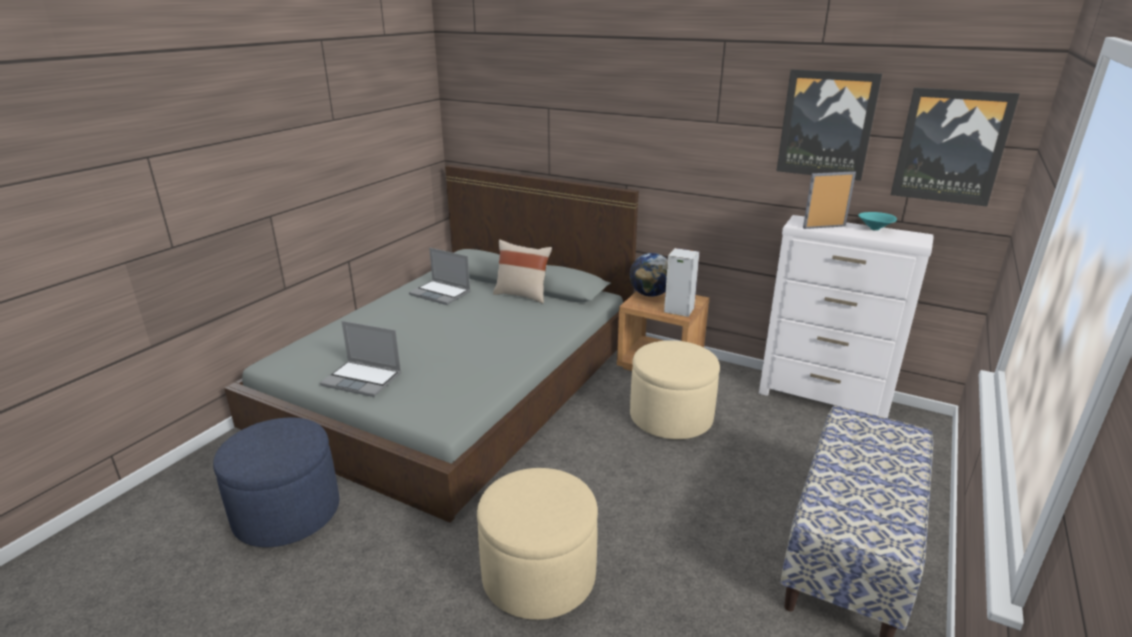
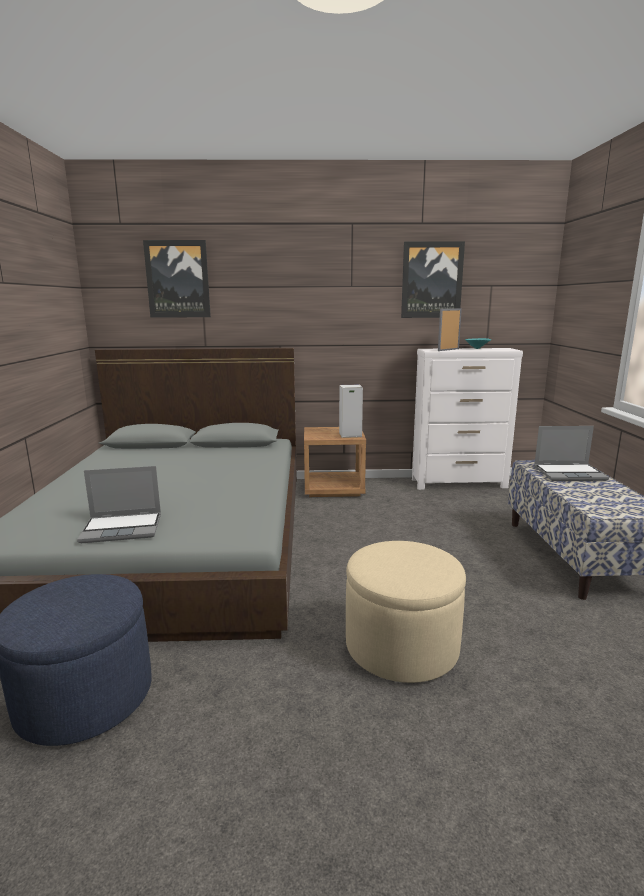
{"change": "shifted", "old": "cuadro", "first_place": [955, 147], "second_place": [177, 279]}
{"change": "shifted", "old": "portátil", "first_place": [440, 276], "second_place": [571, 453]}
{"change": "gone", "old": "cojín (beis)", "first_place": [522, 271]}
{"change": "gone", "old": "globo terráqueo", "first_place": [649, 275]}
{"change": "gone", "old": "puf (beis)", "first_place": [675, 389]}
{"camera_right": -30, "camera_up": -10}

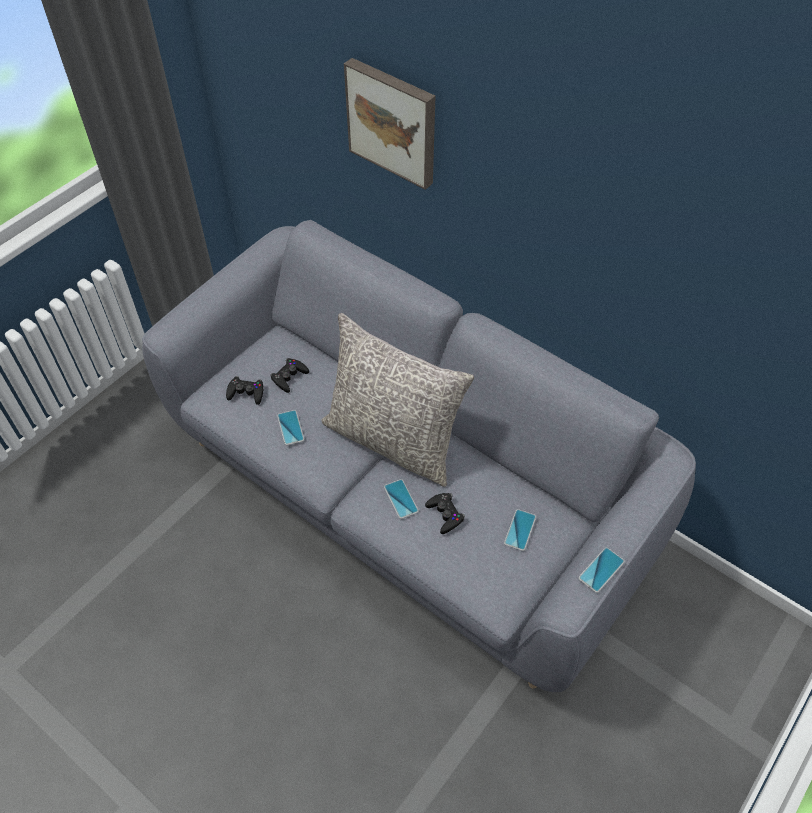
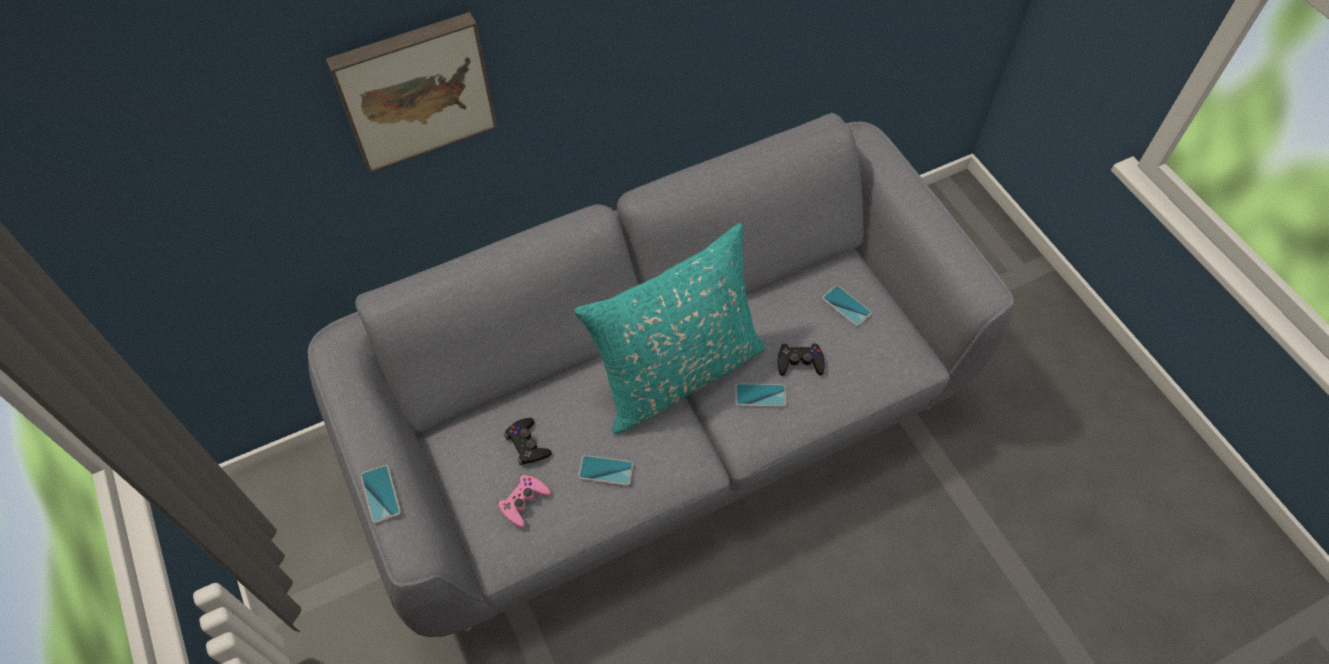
{"change": "shifted", "old": "móvil", "first_place": [601, 570], "second_place": [381, 494]}
{"change": "repainted", "old": "mando de consola (negro)", "new": "mando de consola (rosa)", "first_place": [244, 390], "second_place": [524, 501]}
{"change": "repainted", "old": "cojín (gris)", "new": "cojín (turquesa)", "first_place": [397, 400], "second_place": [670, 328]}
{"camera_right": -65, "camera_up": 5}

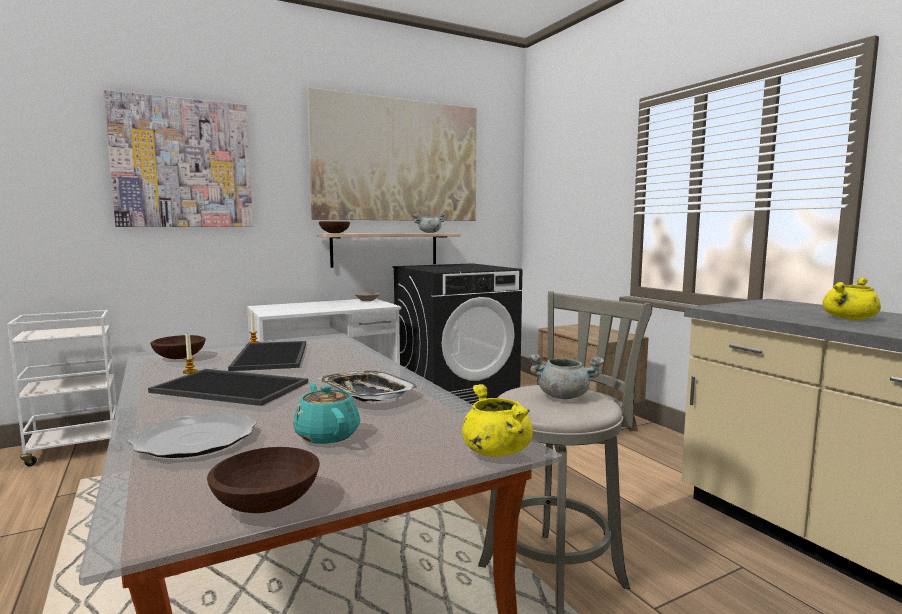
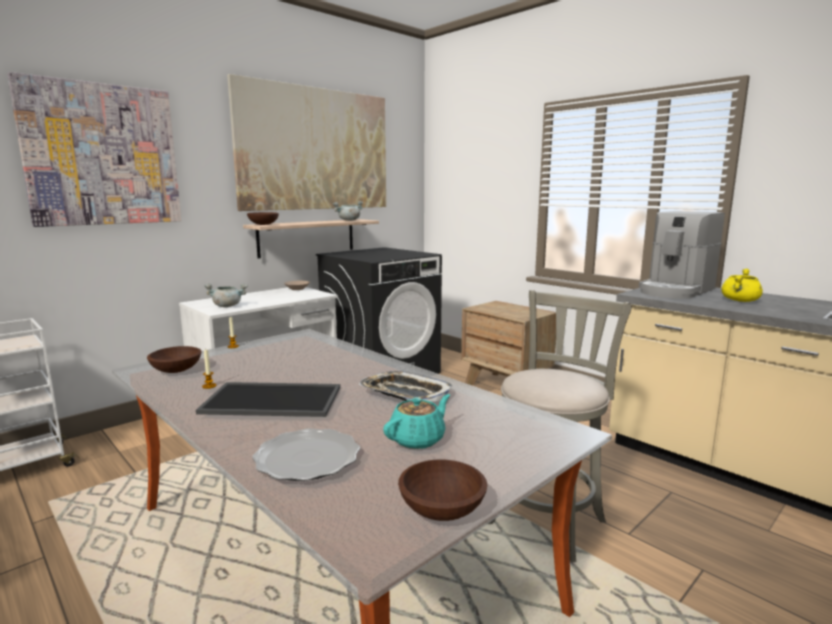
{"change": "shifted", "old": "olla (gris)", "first_place": [566, 376], "second_place": [226, 295]}
{"change": "rotated", "old": "tetera (turquesa)", "first_place": [326, 413], "second_place": [416, 421], "degrees": 90}
{"change": "new", "new": "cafetera", "second_place": [682, 255]}
{"change": "gone", "old": "bandeja", "first_place": [267, 356]}
{"change": "gone", "old": "olla (amarillo)", "first_place": [498, 420]}
{"camera_right": -15, "camera_up": 5}

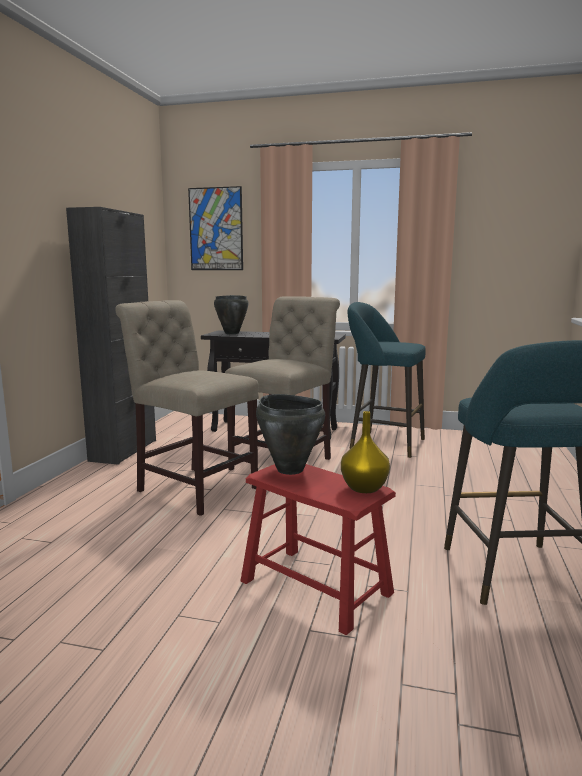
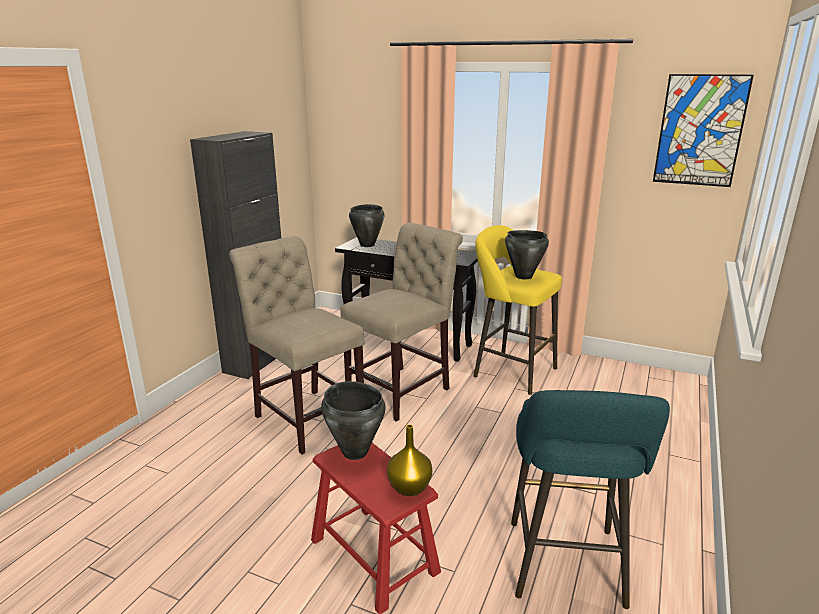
{"change": "repainted", "old": "taburete (turquesa)", "new": "taburete (amarillo)", "first_place": [386, 380], "second_place": [518, 310]}
{"change": "new", "new": "olla (negro)", "second_place": [527, 255]}
{"change": "shifted", "old": "cuadro", "first_place": [215, 228], "second_place": [703, 130]}
{"camera_right": 10, "camera_up": 10}

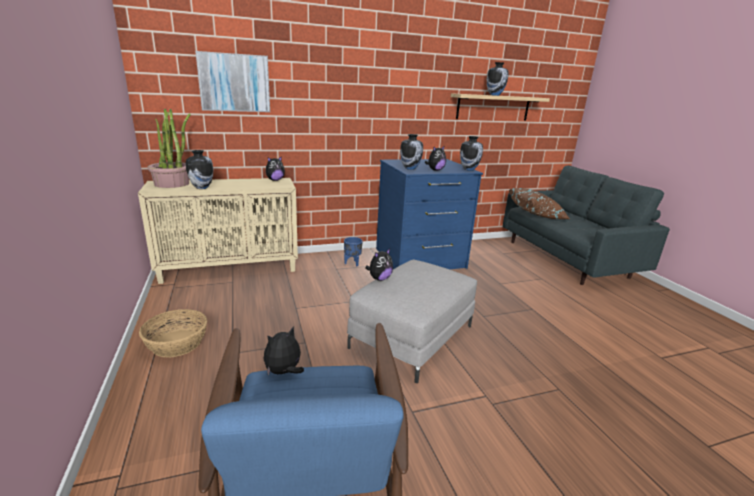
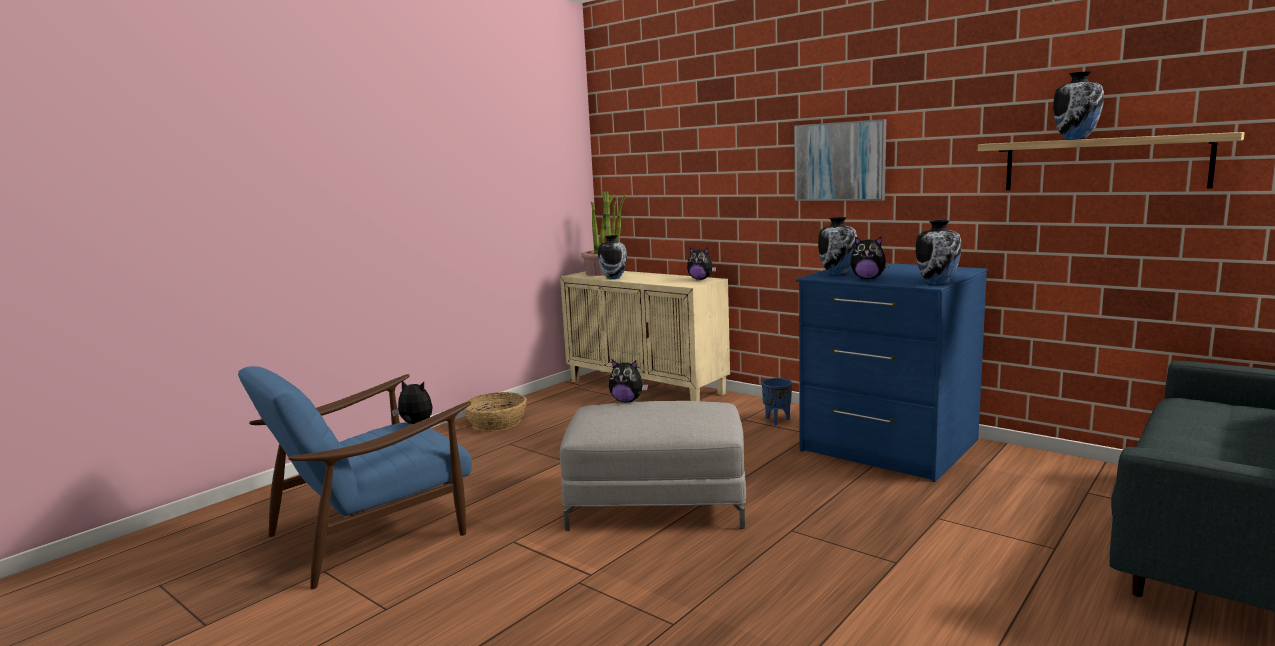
{"change": "shifted", "old": "cuadro", "first_place": [232, 81], "second_place": [840, 160]}
{"change": "gone", "old": "cojín (marrón)", "first_place": [539, 203]}
{"camera_right": 60, "camera_up": -10}

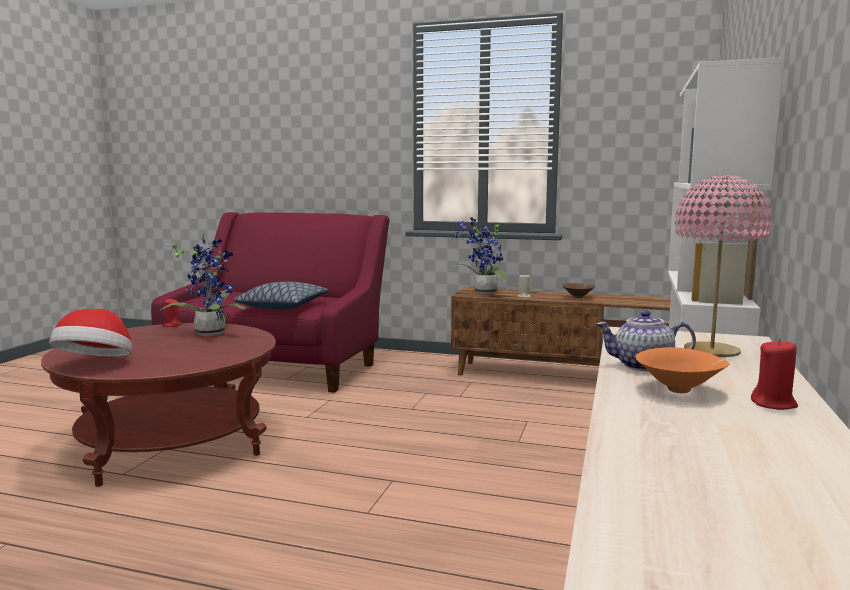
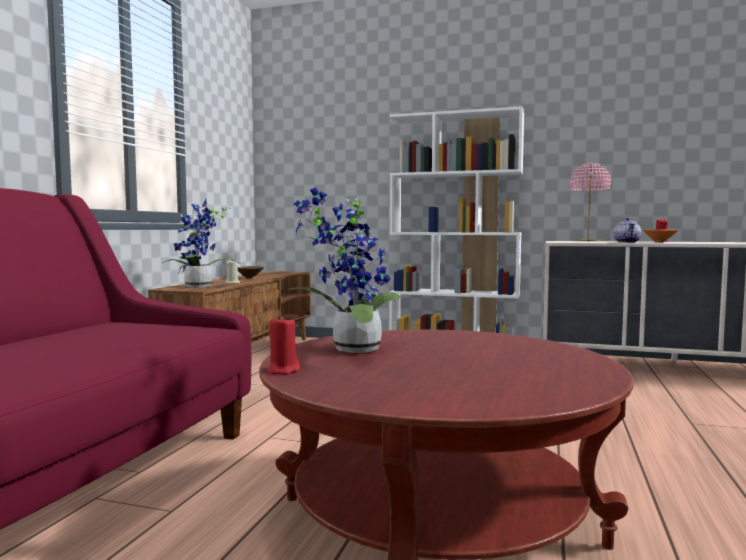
{"change": "gone", "old": "sombrero", "first_place": [90, 333]}
{"change": "gone", "old": "cojín", "first_place": [281, 296]}
{"camera_right": -90, "camera_up": -5}

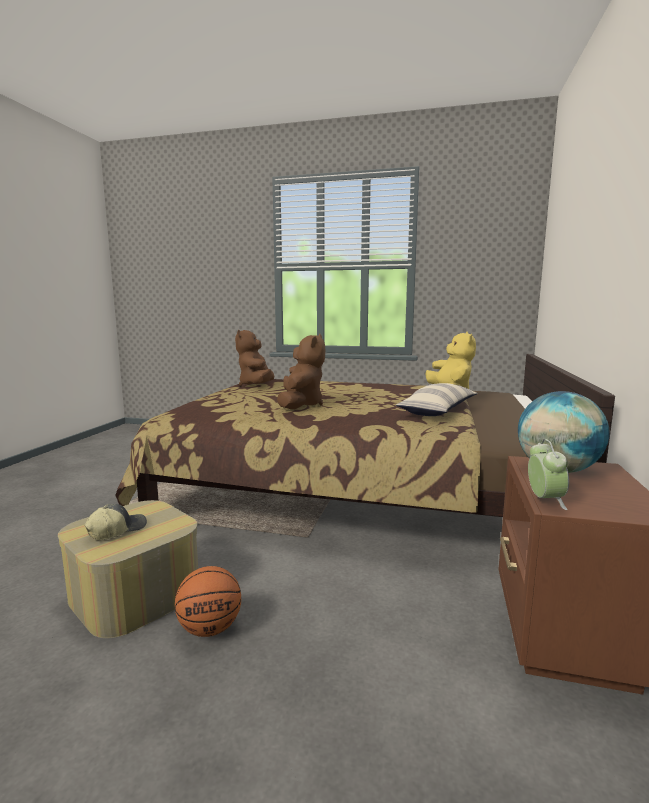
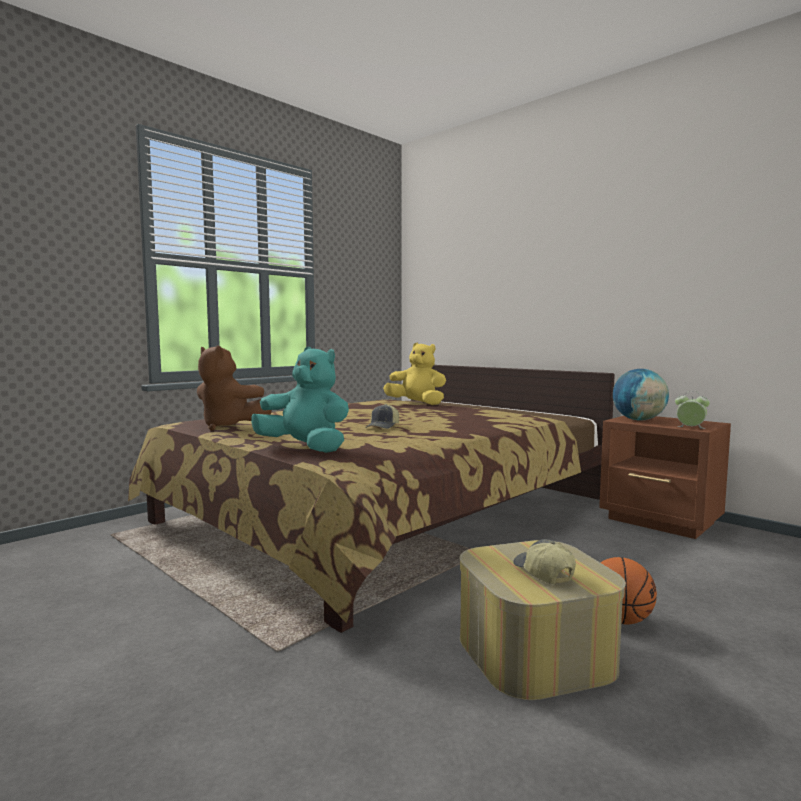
{"change": "new", "new": "peluche (turquesa)", "second_place": [300, 400]}
{"change": "swapped", "old": "peluche (marrón)", "new": "gorra", "first_place": [301, 371], "second_place": [382, 416]}
{"change": "gone", "old": "cojín", "first_place": [436, 399]}
{"camera_right": -60, "camera_up": -5}

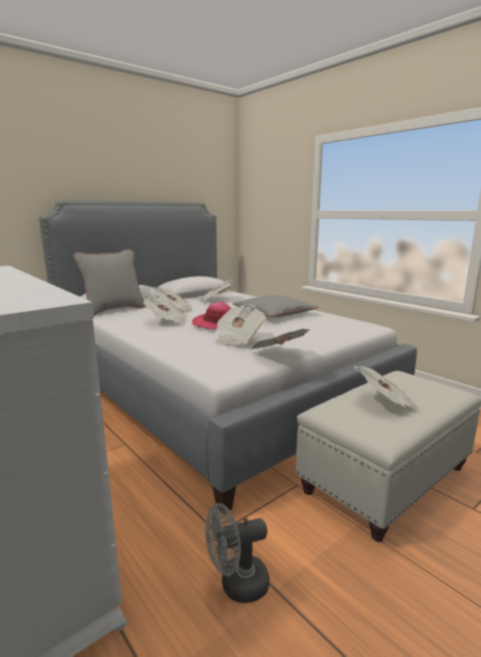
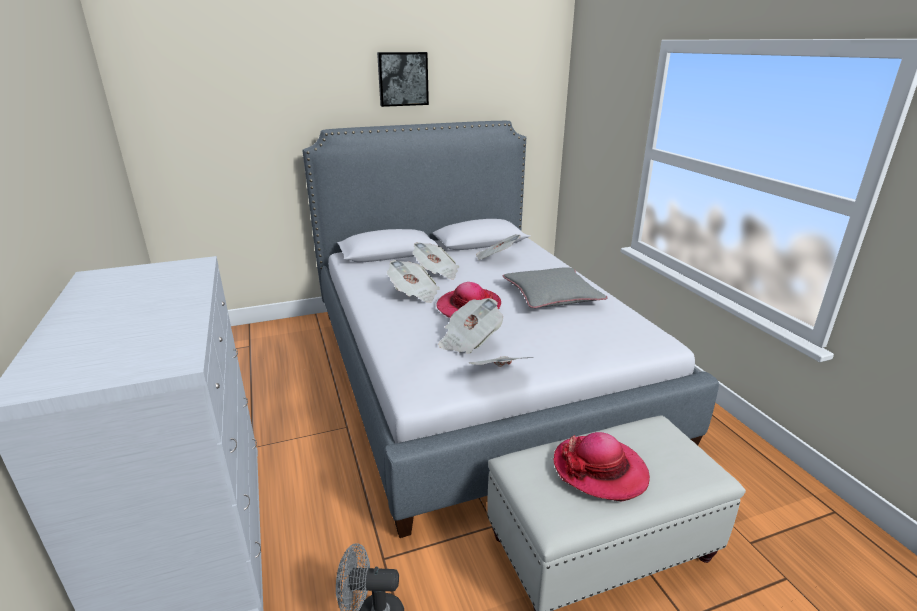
{"change": "new", "new": "cuadro", "second_place": [403, 79]}
{"change": "swapped", "old": "periódico", "new": "sombrero", "first_place": [388, 388], "second_place": [601, 466]}
{"change": "gone", "old": "cojín (gris)", "first_place": [110, 282]}
{"camera_right": 20, "camera_up": 10}

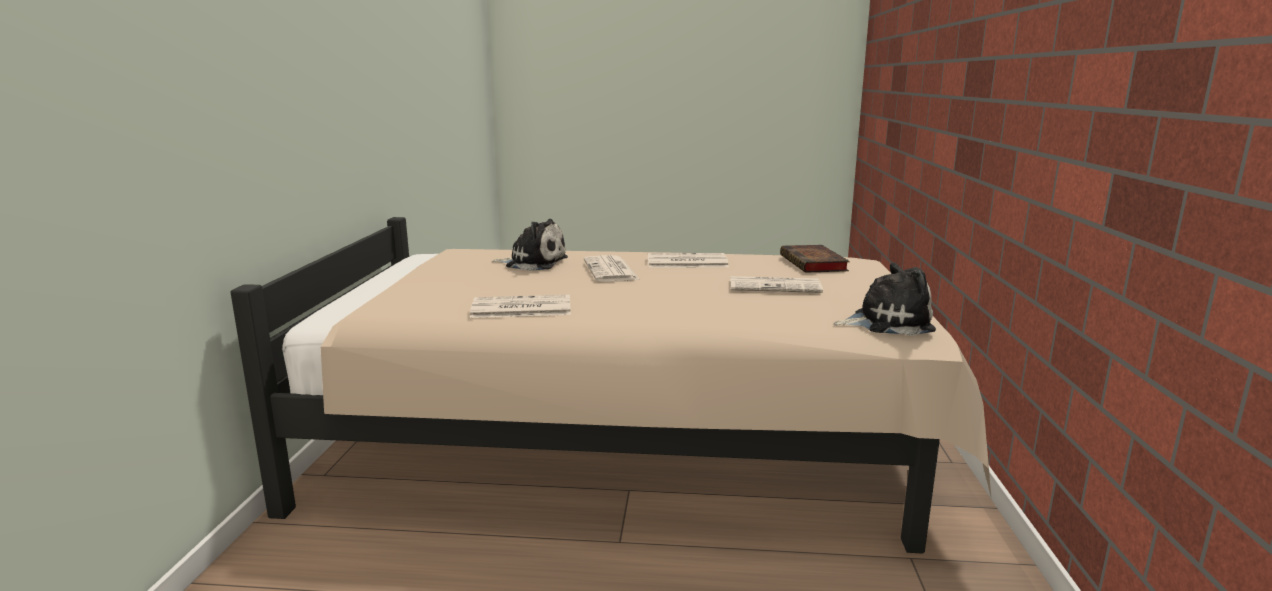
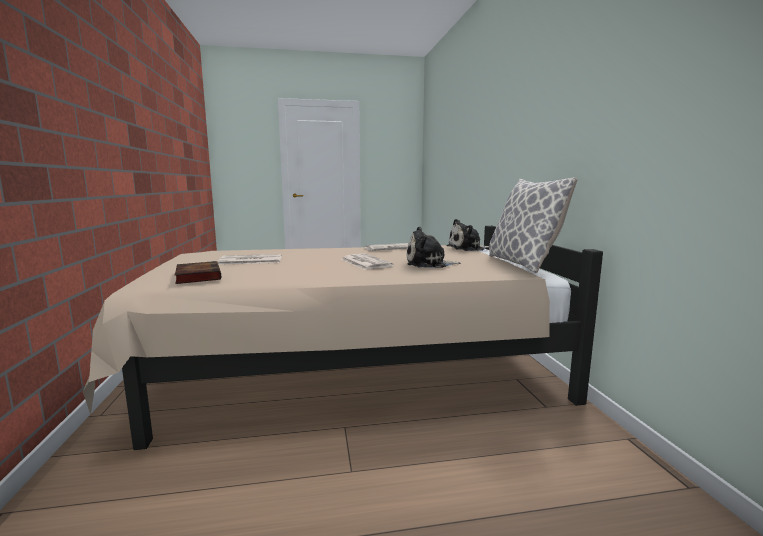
{"change": "shifted", "old": "peluche", "first_place": [884, 299], "second_place": [467, 235]}
{"change": "new", "new": "cojín", "second_place": [533, 225]}
{"change": "gone", "old": "periódico", "first_place": [688, 260]}
{"camera_right": 165, "camera_up": -5}

